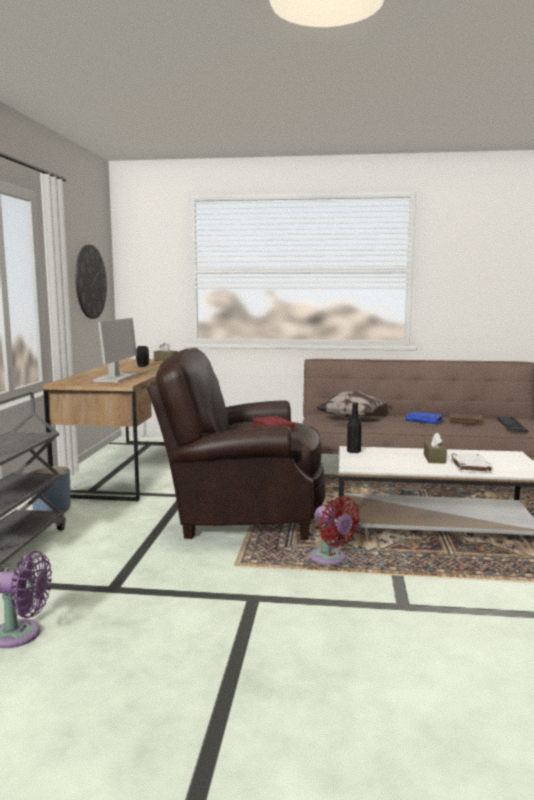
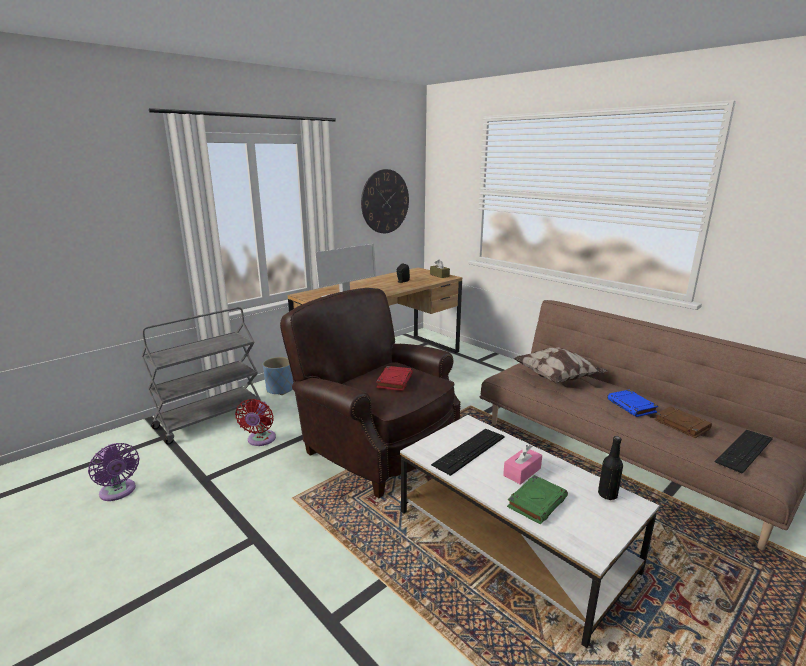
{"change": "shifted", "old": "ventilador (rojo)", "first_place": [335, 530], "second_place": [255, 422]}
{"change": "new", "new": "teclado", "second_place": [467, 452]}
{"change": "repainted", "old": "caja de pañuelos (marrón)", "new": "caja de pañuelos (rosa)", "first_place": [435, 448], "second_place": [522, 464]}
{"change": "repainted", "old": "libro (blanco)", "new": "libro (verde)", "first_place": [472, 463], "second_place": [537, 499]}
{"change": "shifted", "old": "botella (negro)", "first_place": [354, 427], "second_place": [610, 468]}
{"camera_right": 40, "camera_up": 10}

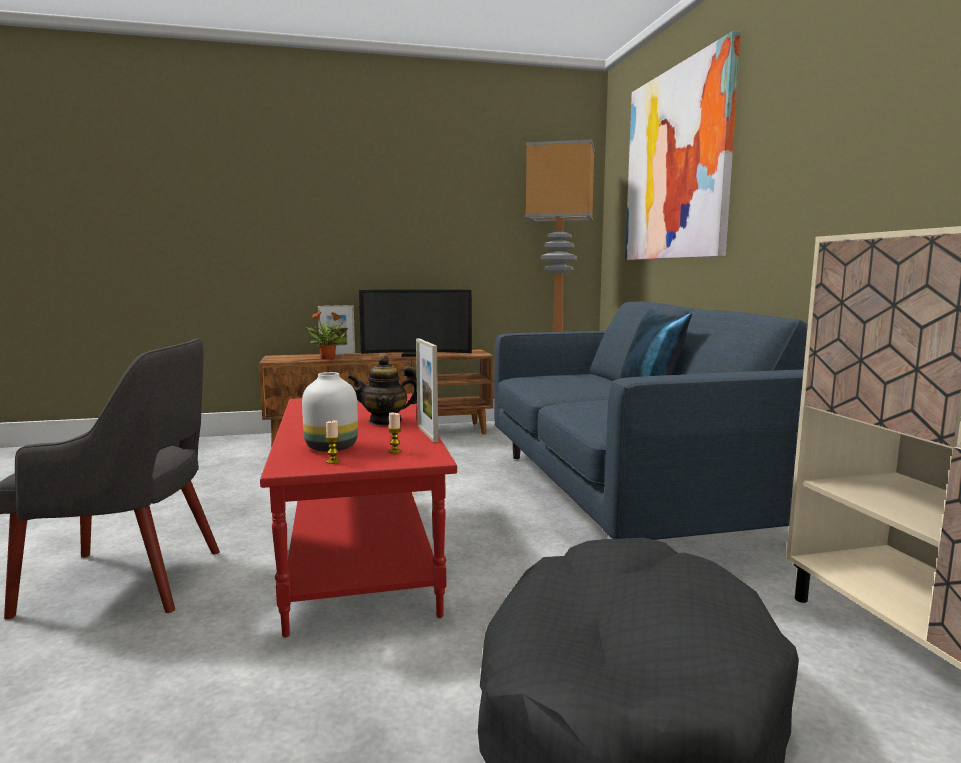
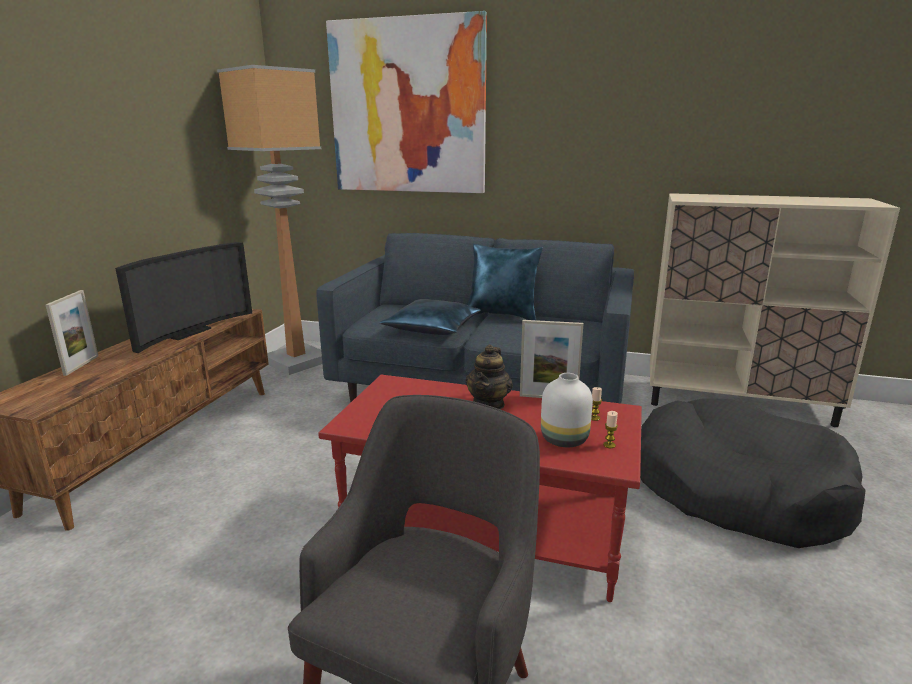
{"change": "new", "new": "cojín (azul)", "second_place": [430, 317]}
{"change": "gone", "old": "planta en maceta", "first_place": [327, 335]}
{"camera_right": -60, "camera_up": 10}

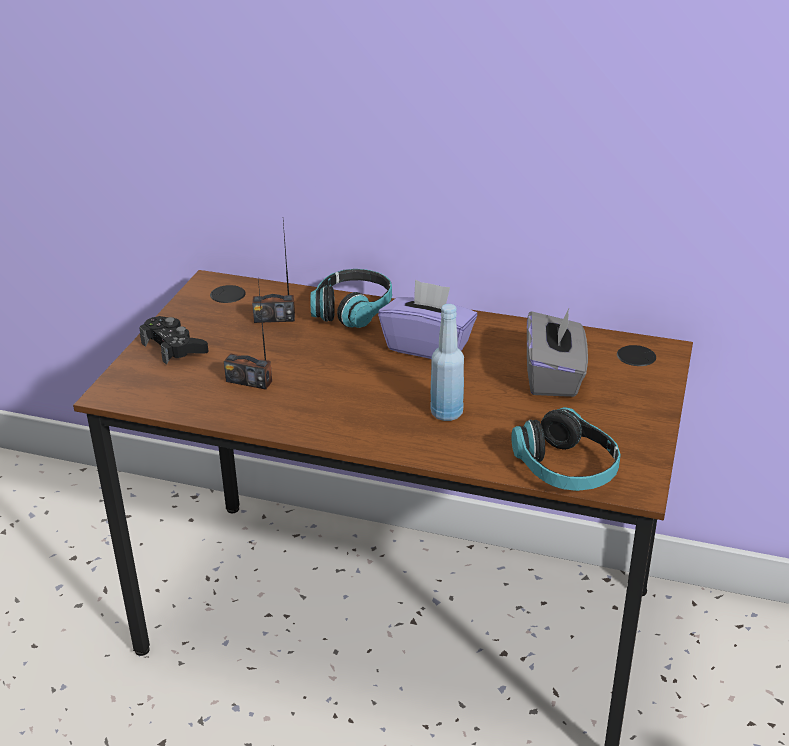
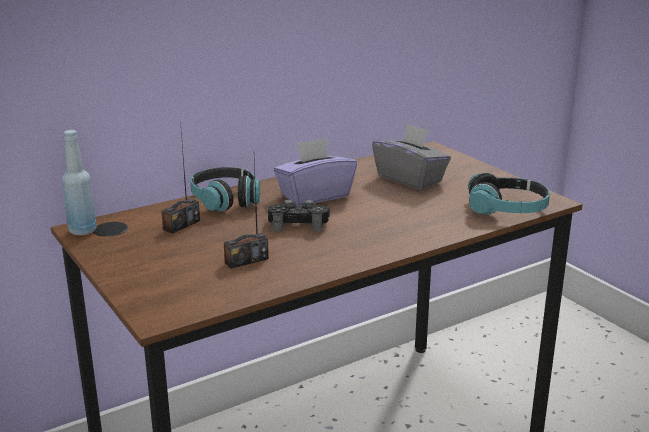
{"change": "shifted", "old": "botella (azul)", "first_place": [447, 362], "second_place": [79, 182]}
{"change": "shifted", "old": "mando de consola (negro)", "first_place": [174, 340], "second_place": [298, 216]}
{"camera_right": -50, "camera_up": -10}

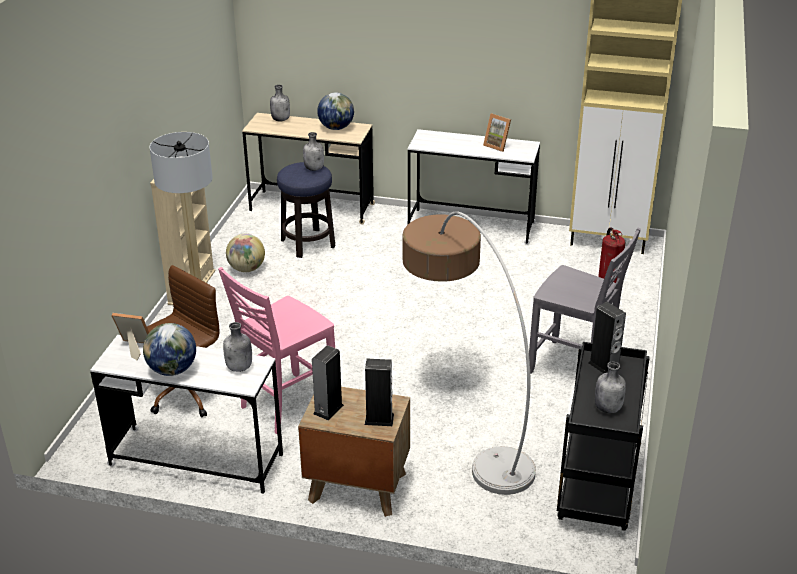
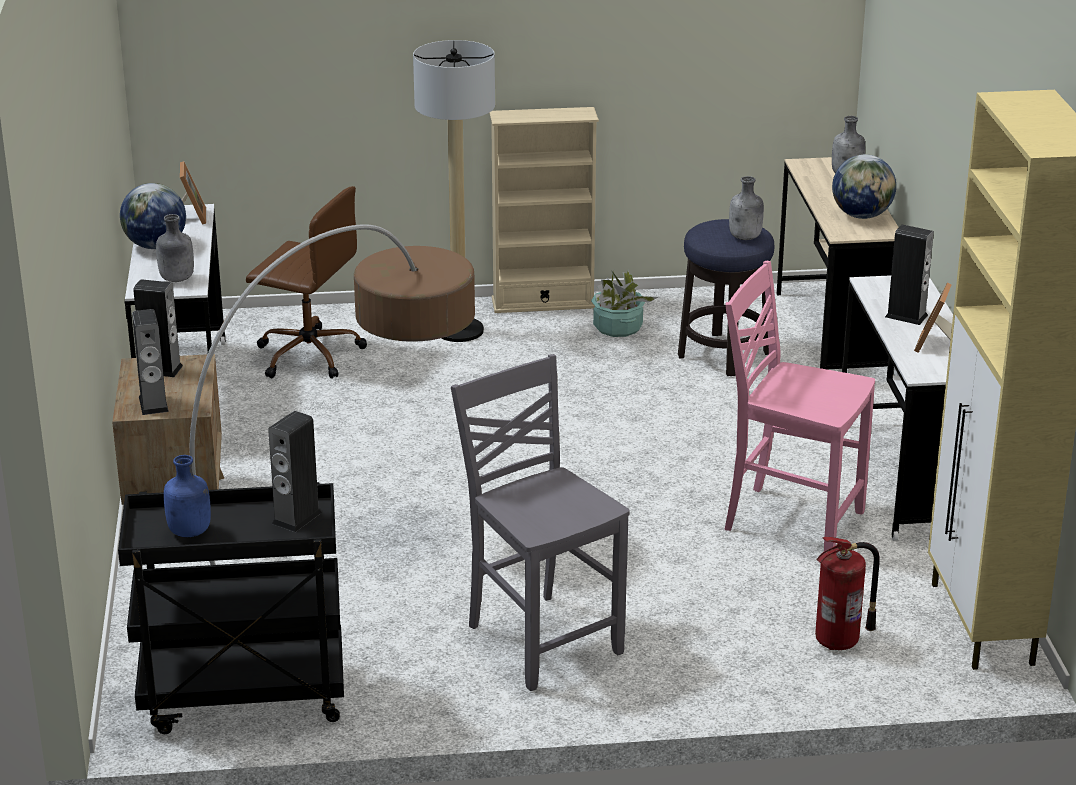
{"change": "repainted", "old": "botella (gris)", "new": "botella (azul)", "first_place": [610, 387], "second_place": [187, 496]}
{"change": "rotated", "old": "silla (gris)", "first_place": [585, 300], "second_place": [540, 522], "degrees": 135}
{"change": "swapped", "old": "globo terráqueo", "new": "planta en maceta", "first_place": [245, 253], "second_place": [624, 304]}
{"change": "shifted", "old": "silla (rosa)", "first_place": [276, 350], "second_place": [800, 406]}
{"change": "new", "new": "altavoz", "second_place": [909, 275]}
{"camera_right": 70, "camera_up": -5}

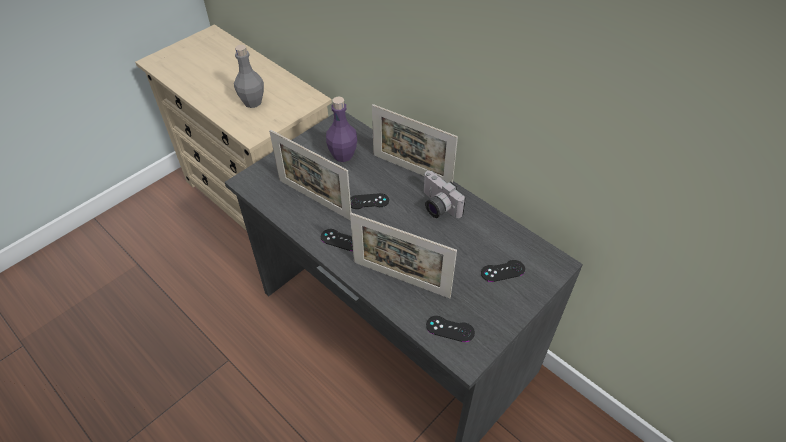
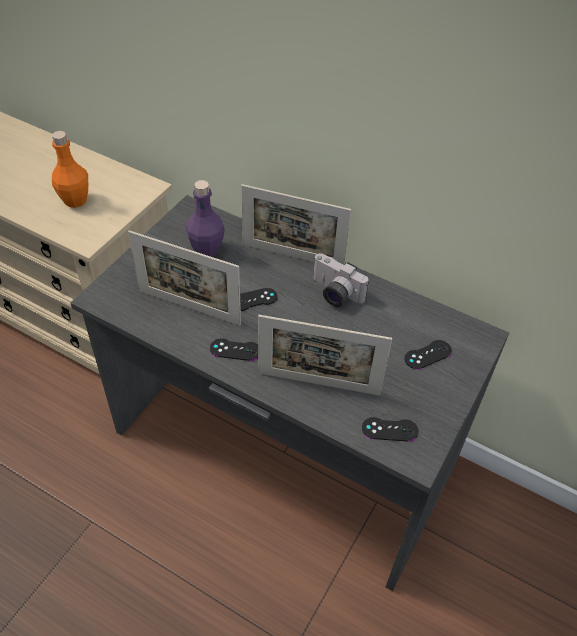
{"change": "repainted", "old": "botella (gris)", "new": "botella (naranja)", "first_place": [249, 76], "second_place": [70, 169]}
{"camera_right": -15, "camera_up": 0}

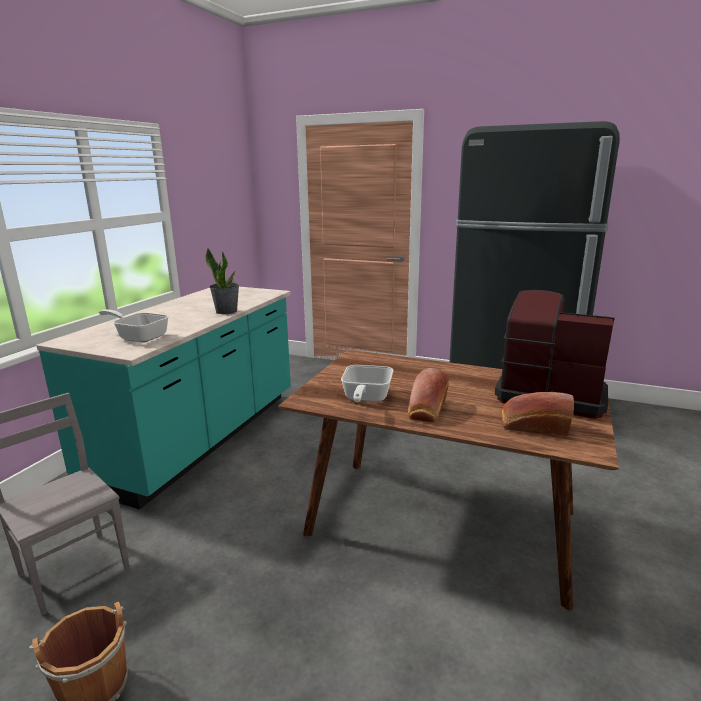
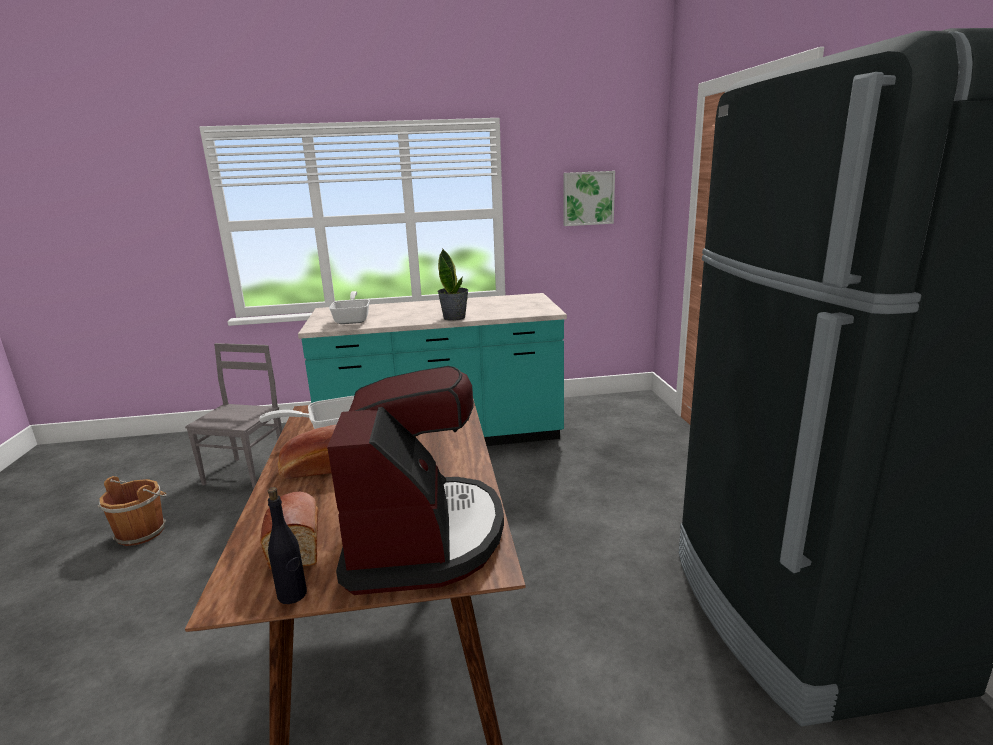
{"change": "new", "new": "botella (negro)", "second_place": [287, 545]}
{"change": "new", "new": "cuadro", "second_place": [589, 198]}
{"camera_right": 60, "camera_up": 0}

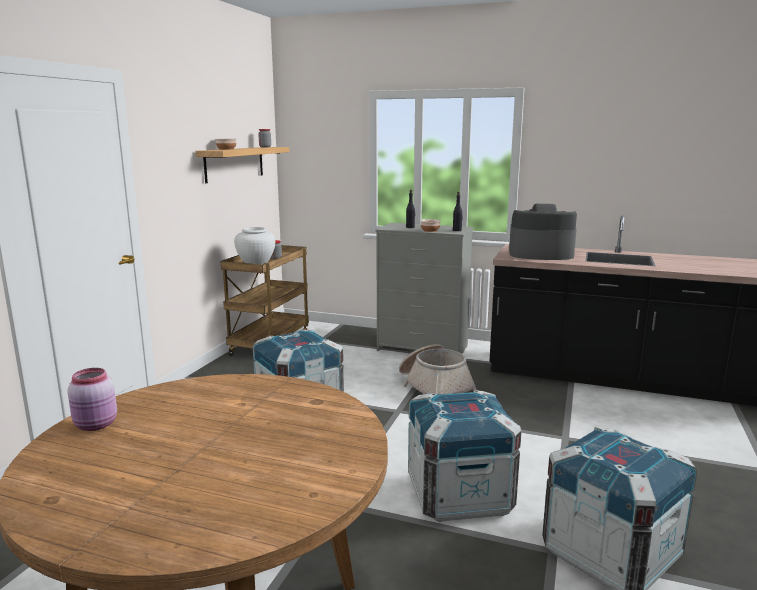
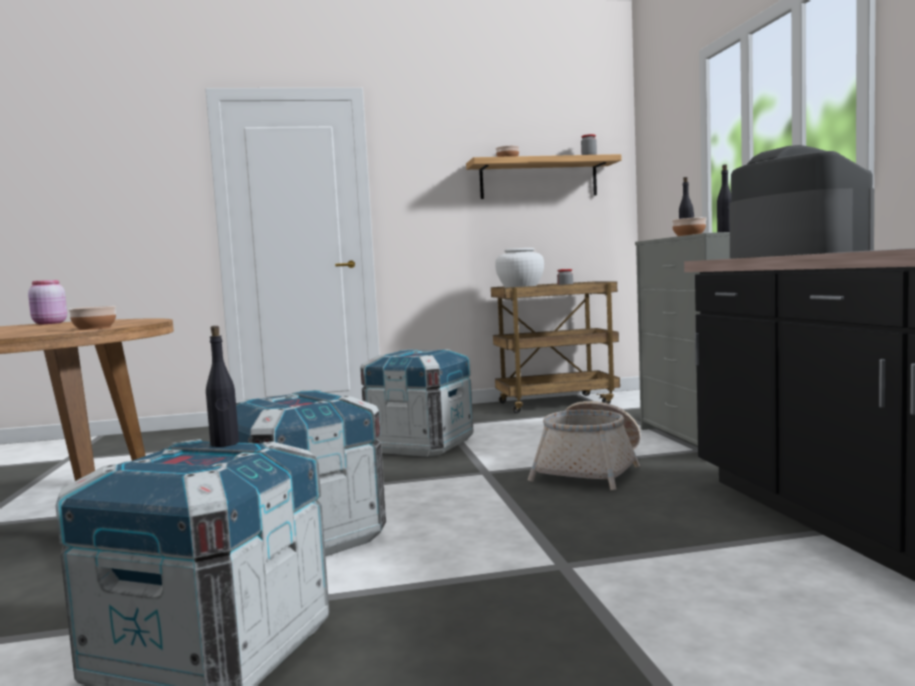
{"change": "new", "new": "cuenco", "second_place": [92, 318]}
{"change": "new", "new": "botella (negro)", "second_place": [222, 386]}
{"camera_right": 60, "camera_up": -10}

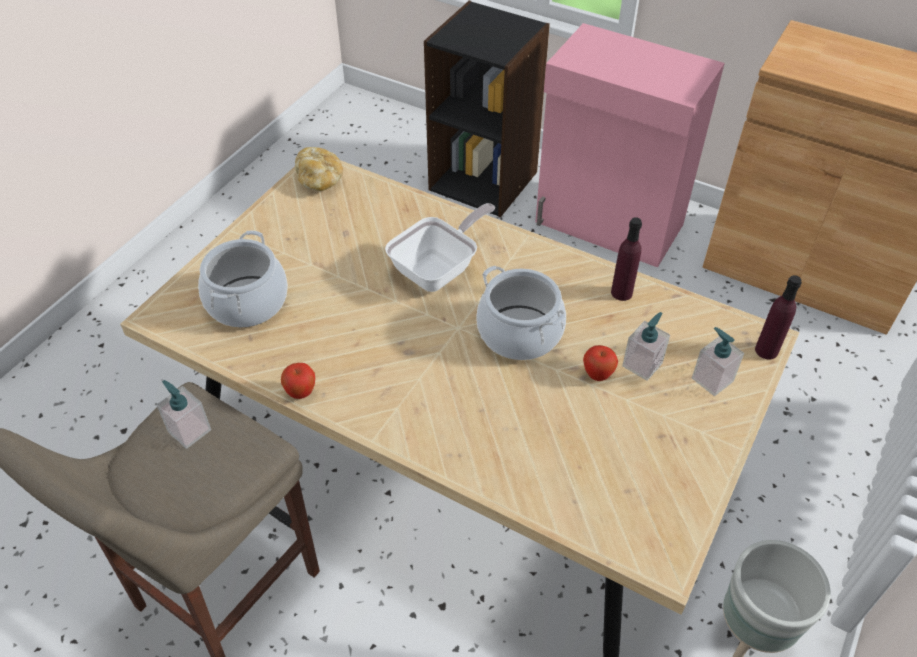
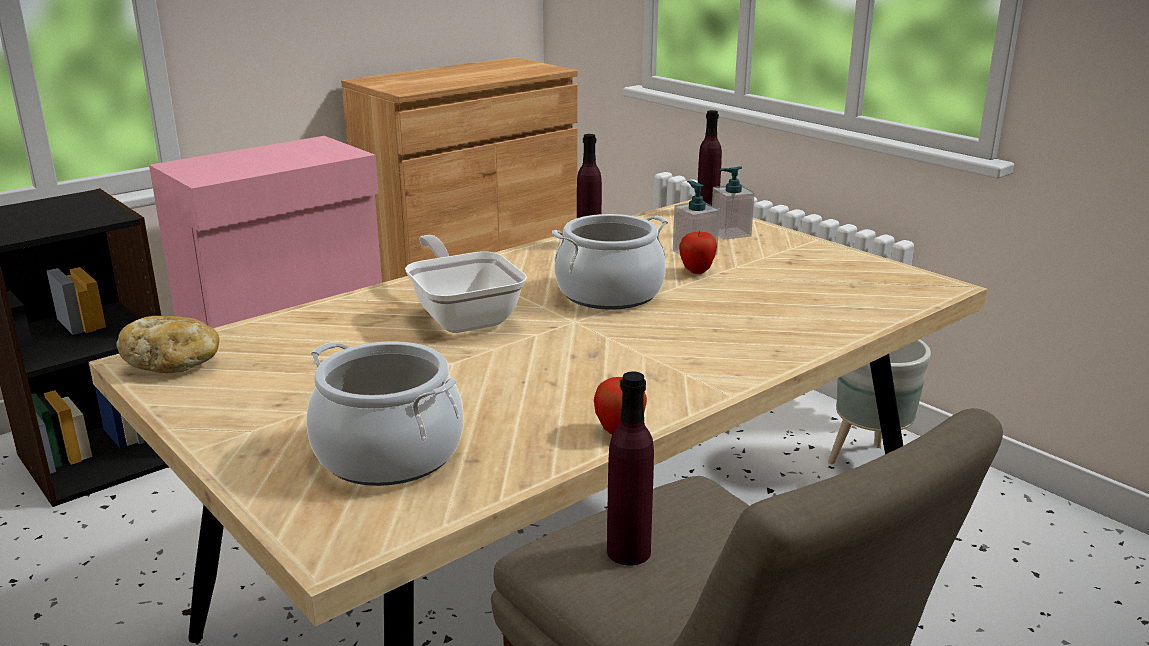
{"change": "swapped", "old": "dispensador de jabón", "new": "botella (morado)", "first_place": [184, 414], "second_place": [630, 468]}
{"camera_right": -70, "camera_up": -25}

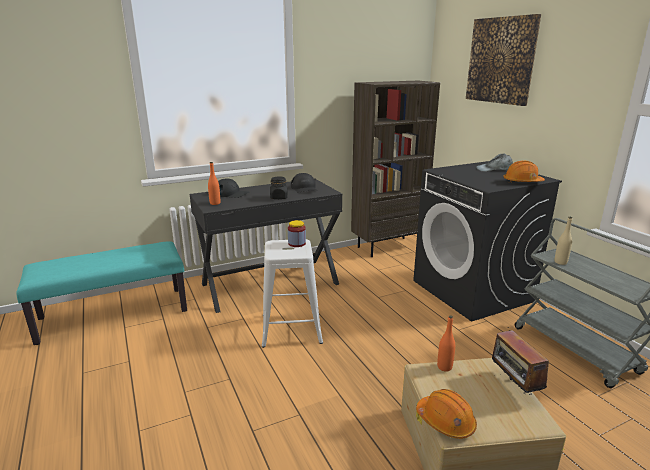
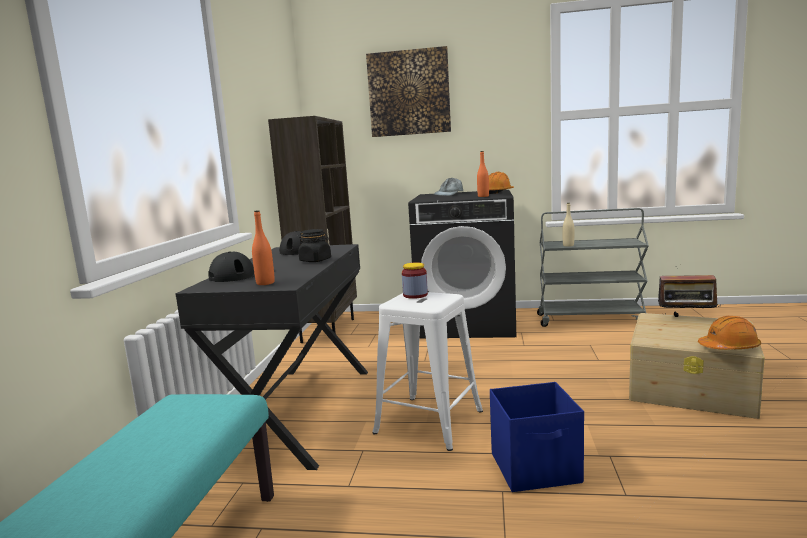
{"change": "shifted", "old": "botella (naranja)", "first_place": [446, 343], "second_place": [483, 174]}
{"change": "new", "new": "caja de almacenaje (azul)", "second_place": [537, 437]}
{"camera_right": -55, "camera_up": -10}

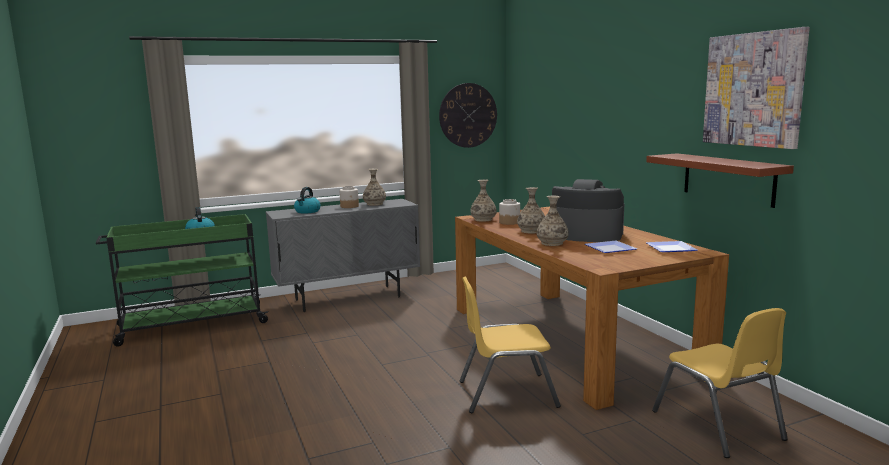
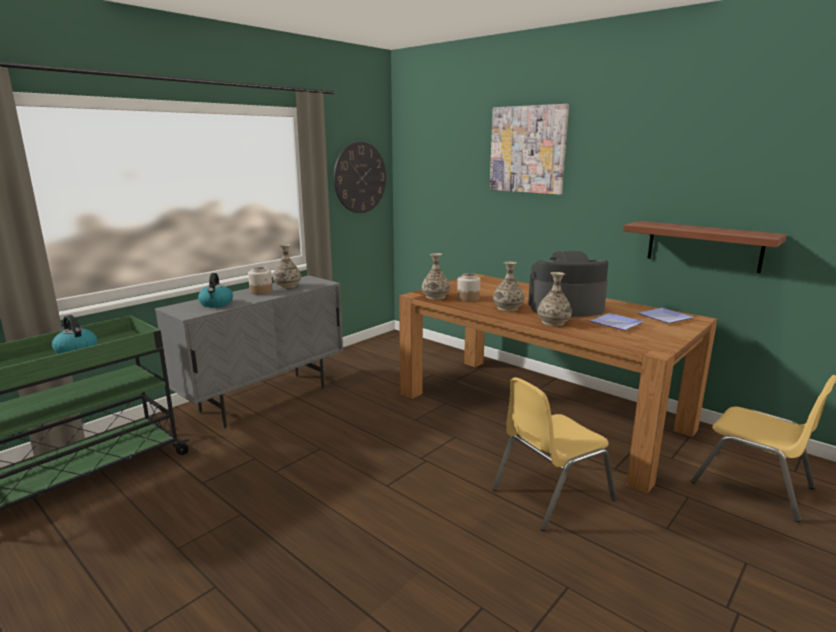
{"change": "shifted", "old": "cuadro", "first_place": [756, 88], "second_place": [529, 149]}
{"camera_right": -25, "camera_up": 5}

